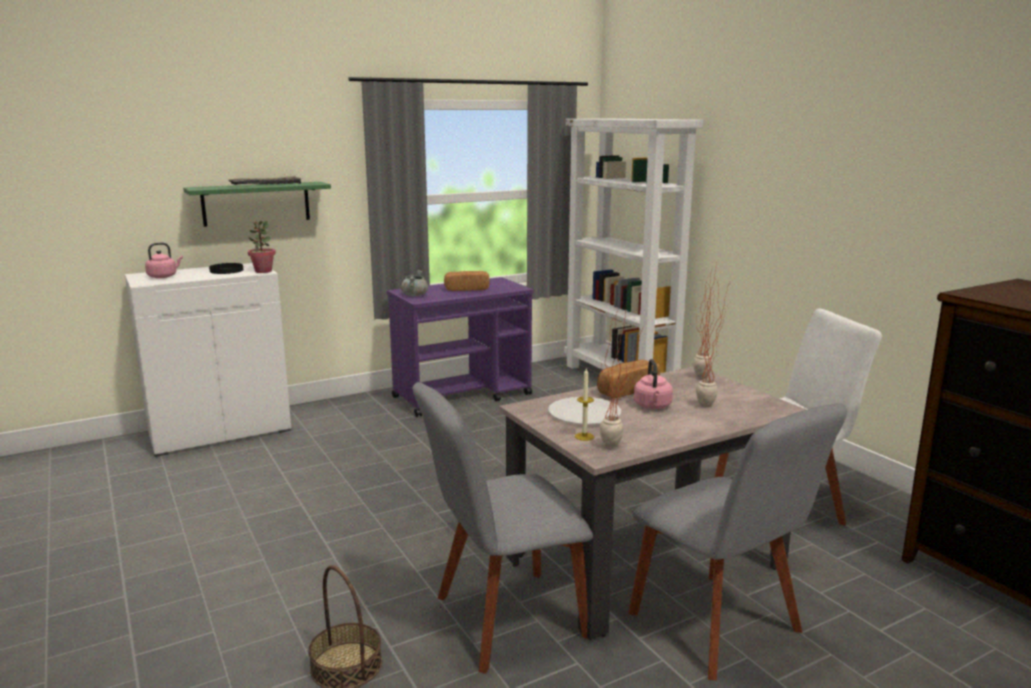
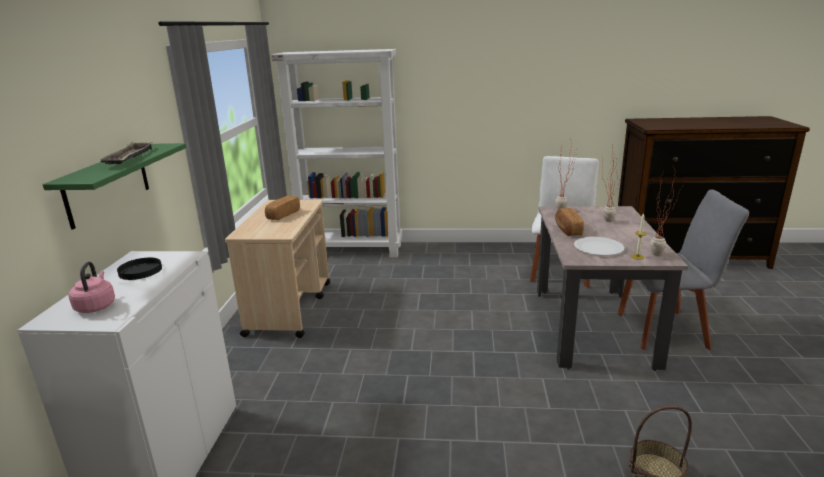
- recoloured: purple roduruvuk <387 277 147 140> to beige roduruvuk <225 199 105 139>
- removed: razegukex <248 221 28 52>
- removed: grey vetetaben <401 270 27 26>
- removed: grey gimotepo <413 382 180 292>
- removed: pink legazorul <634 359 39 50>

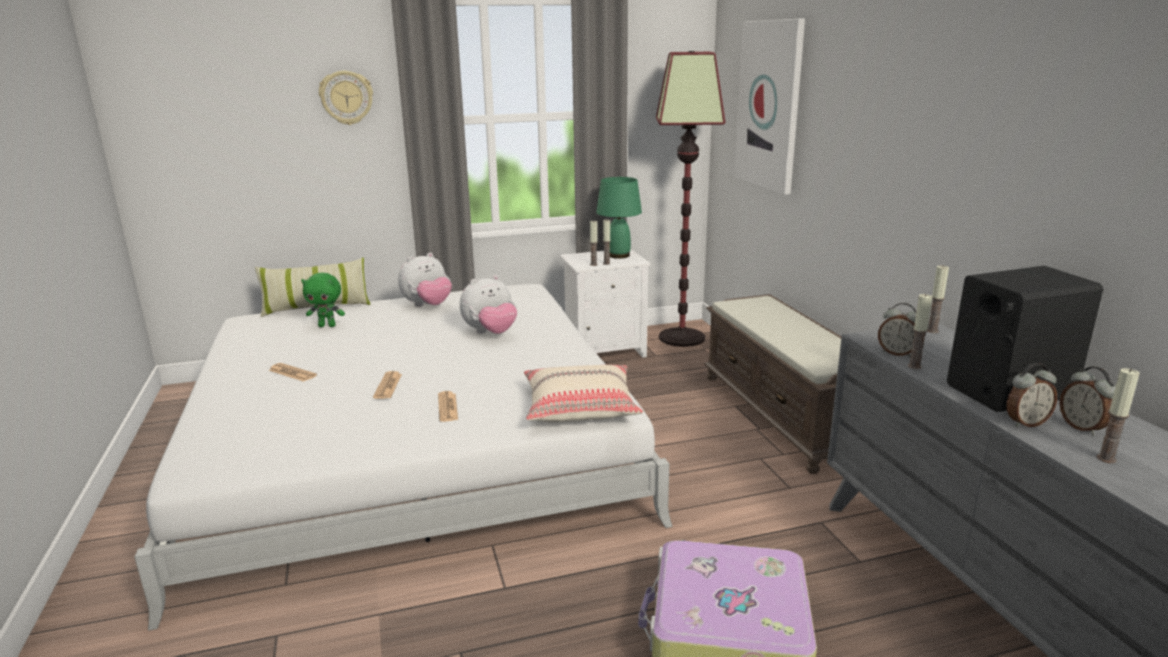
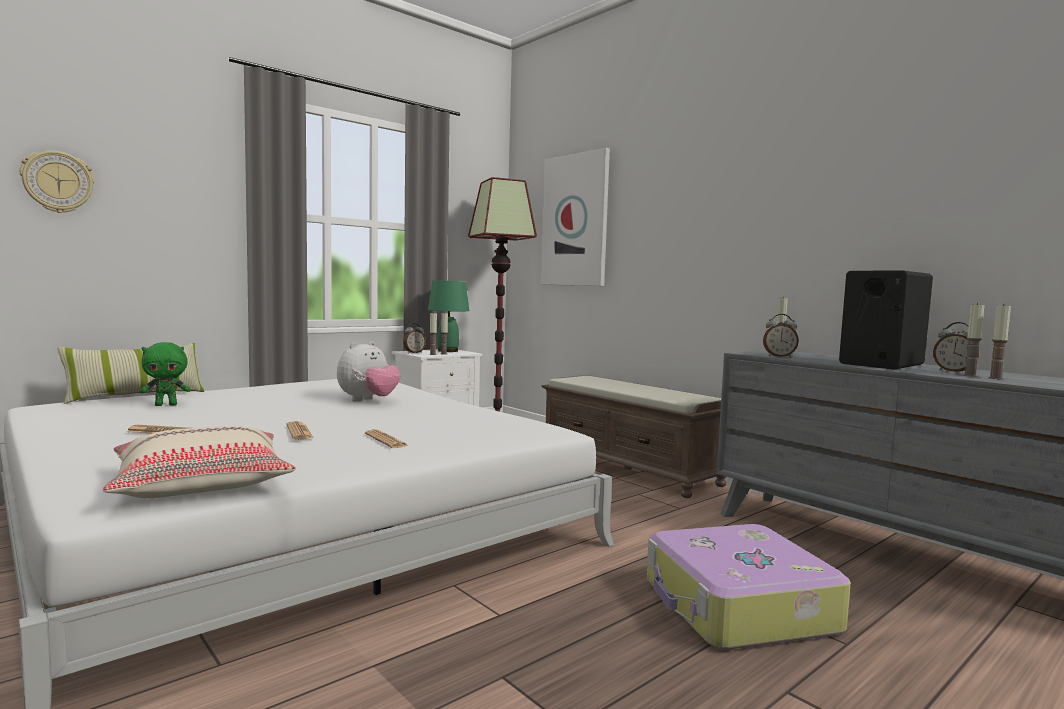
- moved: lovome <319 71 54 54> to <20 151 74 62>
- moved: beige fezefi <524 365 119 57> to <103 425 193 73>
- moved: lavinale <1006 363 51 64> to <403 323 23 30>
- moved: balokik <908 294 24 75> to <963 303 22 74>
- removed: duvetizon <398 253 54 54>

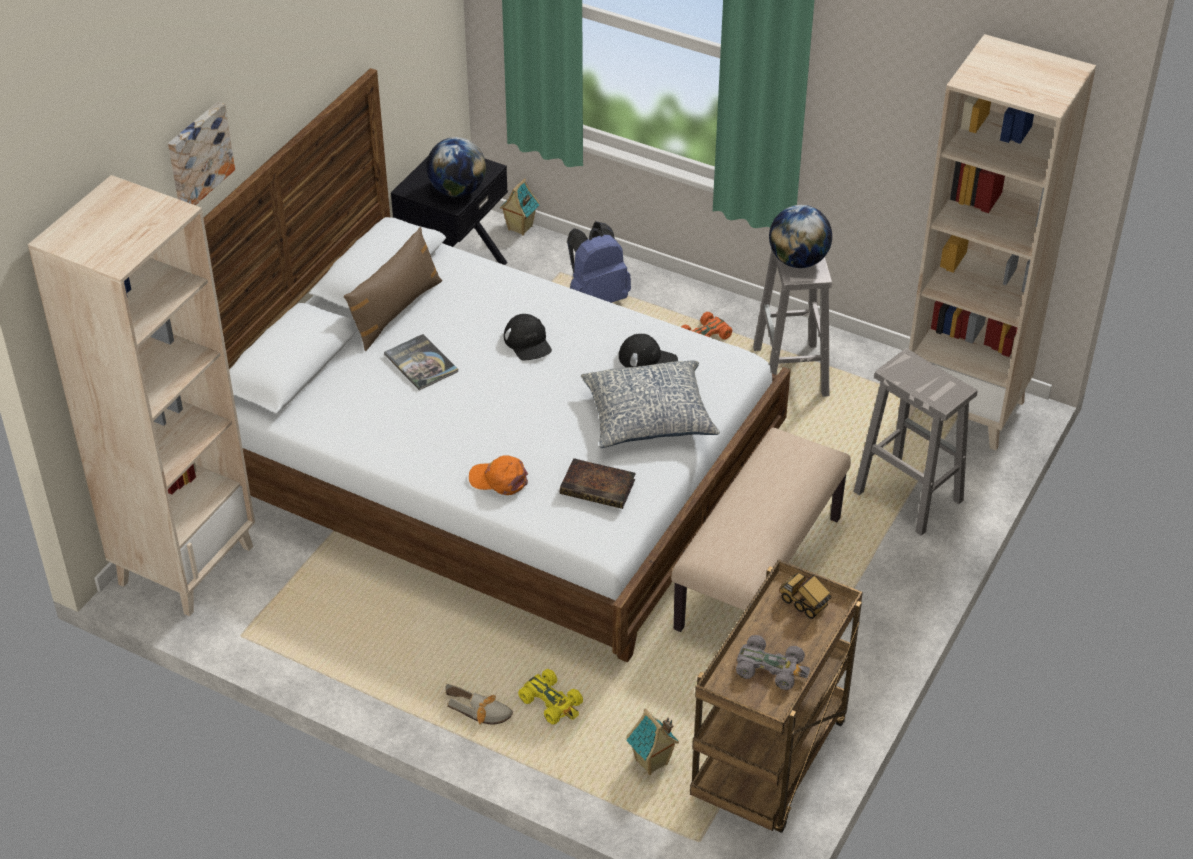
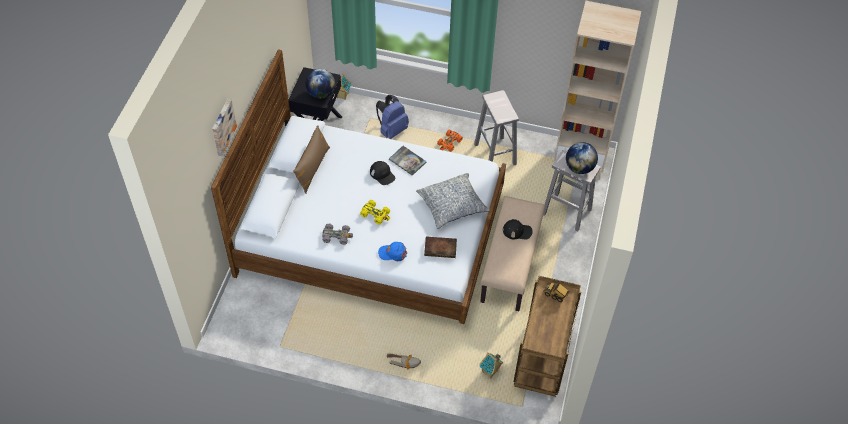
- moved: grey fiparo <736 635 74 55> to <322 224 31 21>
- moved: yellow fiparo <518 669 65 55> to <360 200 30 25>
- recoloured: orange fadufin <469 455 59 40> to blue fadufin <378 242 29 19>
- moved: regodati <384 334 75 56> to <389 146 38 29>
- moved: black fadufin <619 334 59 33> to <503 219 30 21>
- moved: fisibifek <769 205 63 63> to <566 142 32 32>
- removed: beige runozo <28 175 227 441>

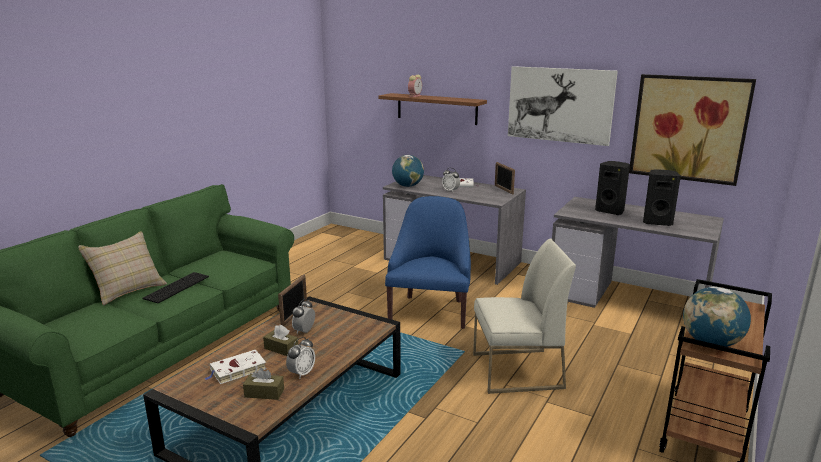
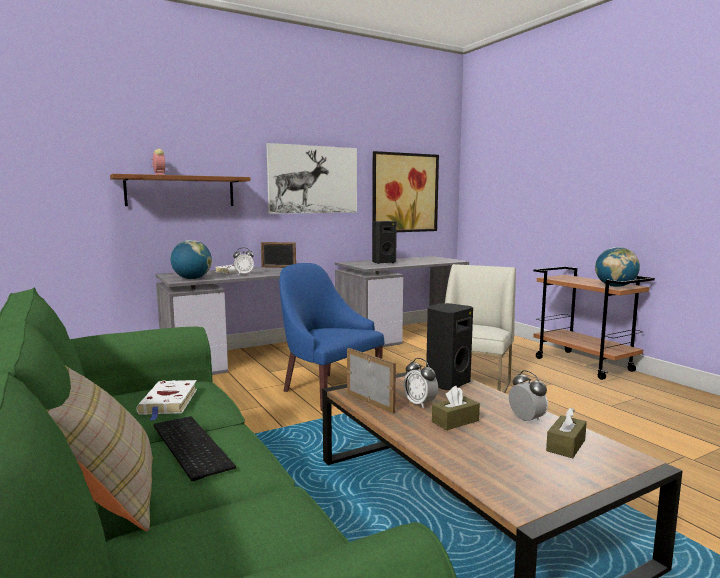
- moved: white regodati <204 350 63 34> to <136 380 61 40>
- moved: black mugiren <643 169 38 57> to <426 303 47 87>

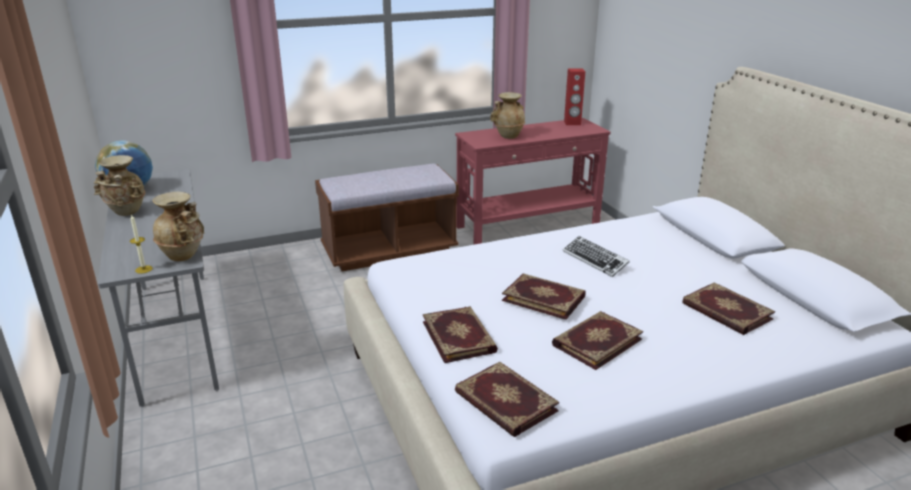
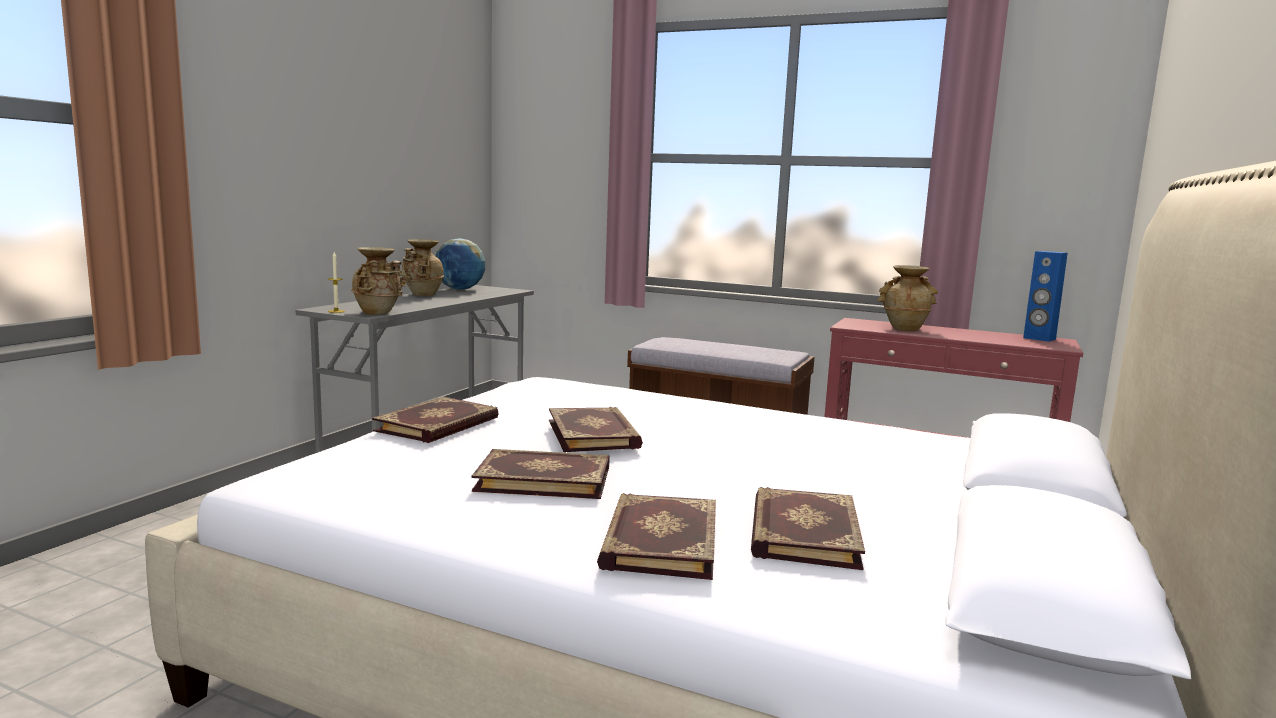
- moved: regodati <455 362 104 75> to <597 493 119 87>
- recoloured: red mugiren <564 68 21 57> to blue mugiren <1023 251 45 91>
- removed: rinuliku <563 236 66 41>

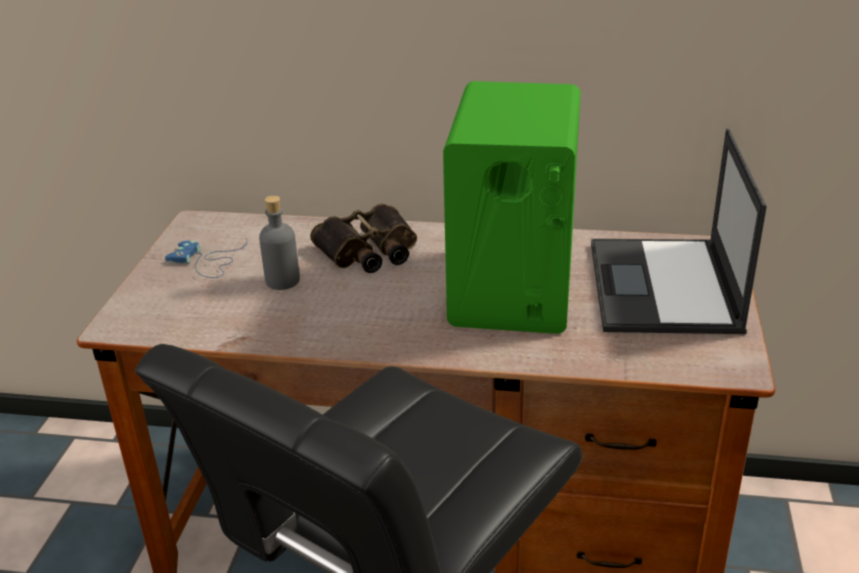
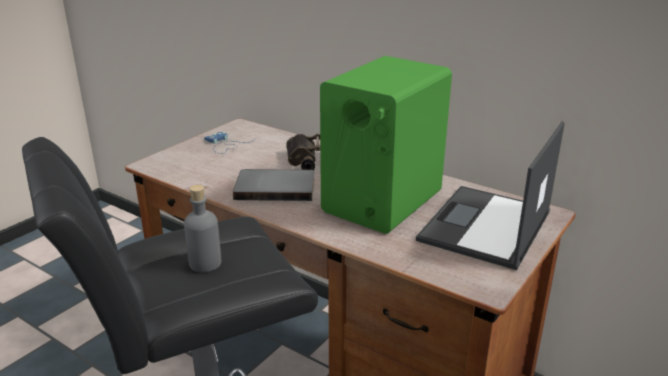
- moved: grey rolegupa <259 196 41 94> to <184 185 37 87>
- added: grey regodati <233 169 82 32>

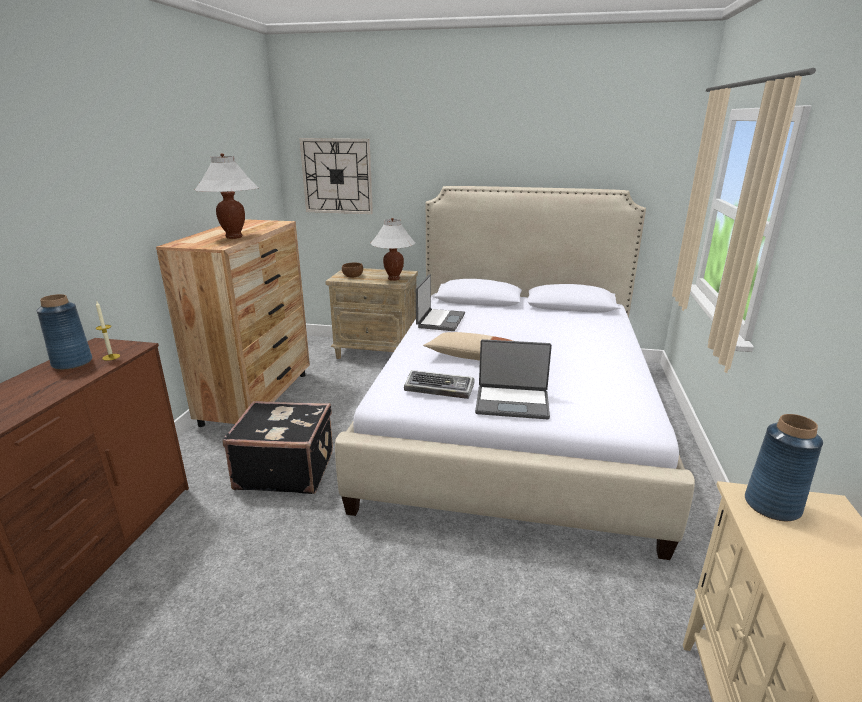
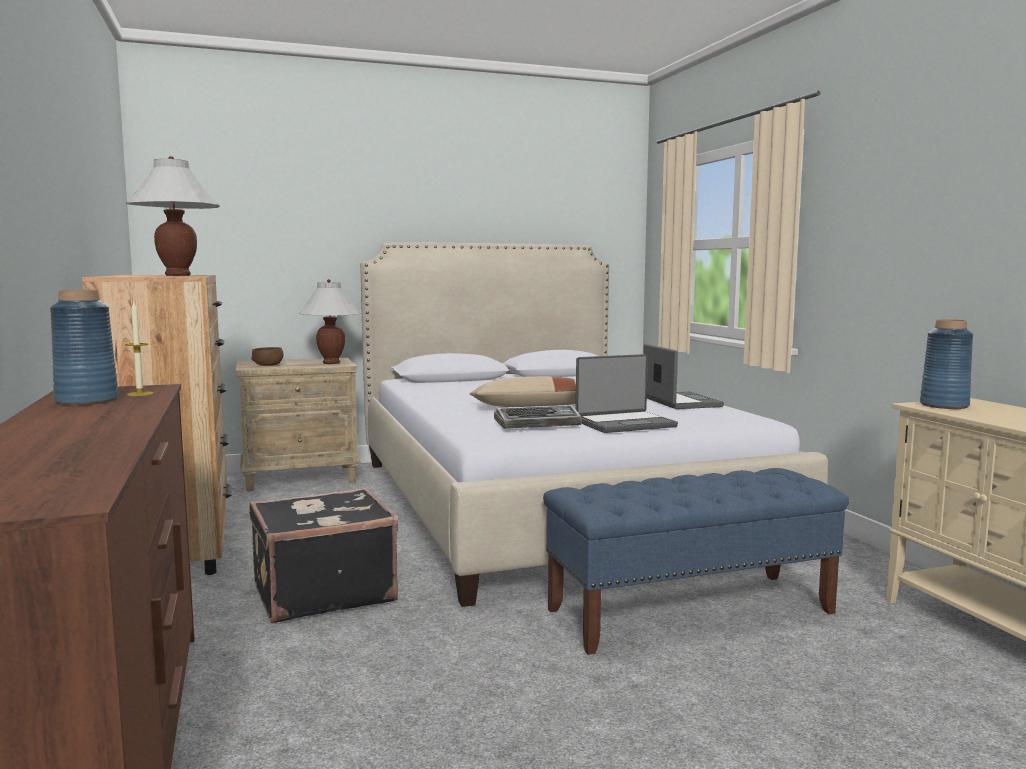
- added: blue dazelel <543 468 306 187>
- moved: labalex <416 275 49 56> to <643 344 81 65>
- removed: lovome <299 138 74 76>

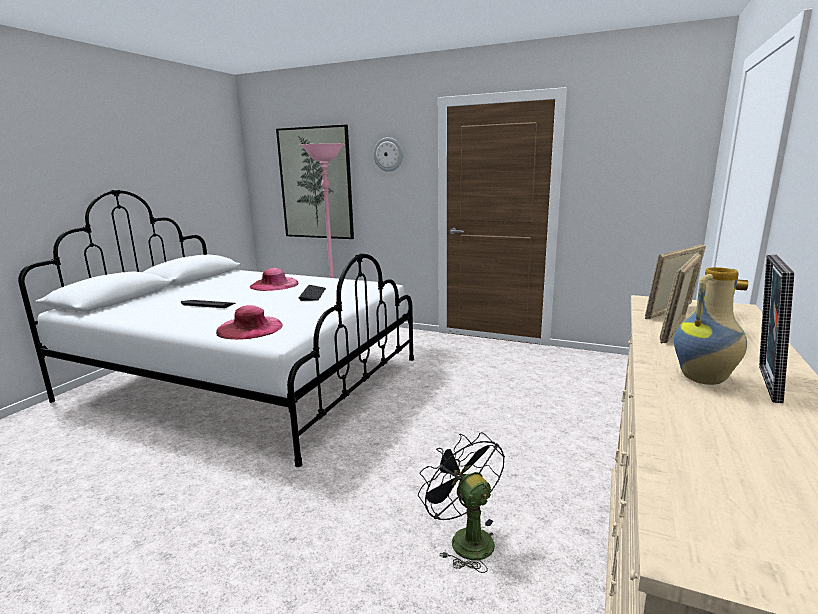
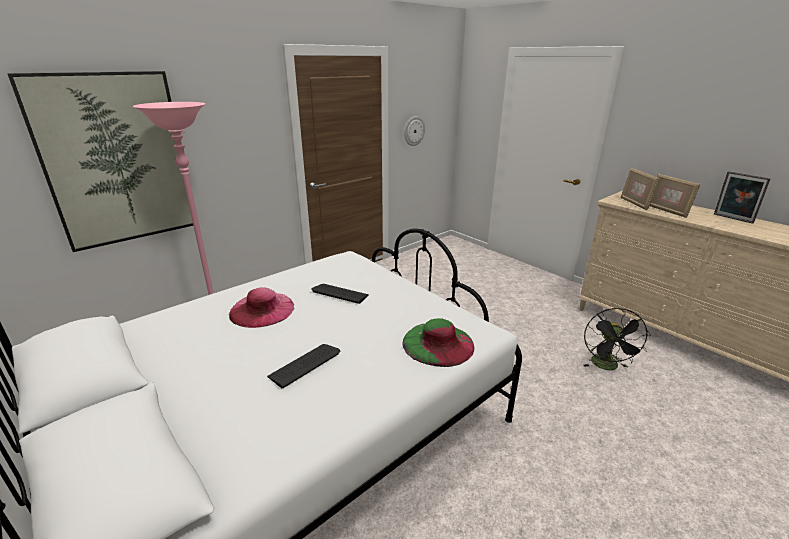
- recoloured: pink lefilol <216 305 67 35> to green lefilol <402 318 73 49>
- moved: lovome <373 137 30 35> to <404 116 21 30>
- turned: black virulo <418 432 87 141> = <584 308 67 62> 75 degrees counterclockwise
- removed: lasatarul <674 267 73 118>

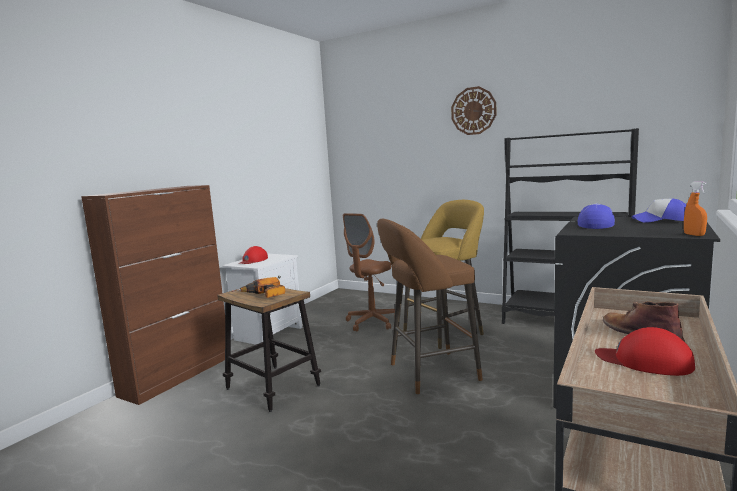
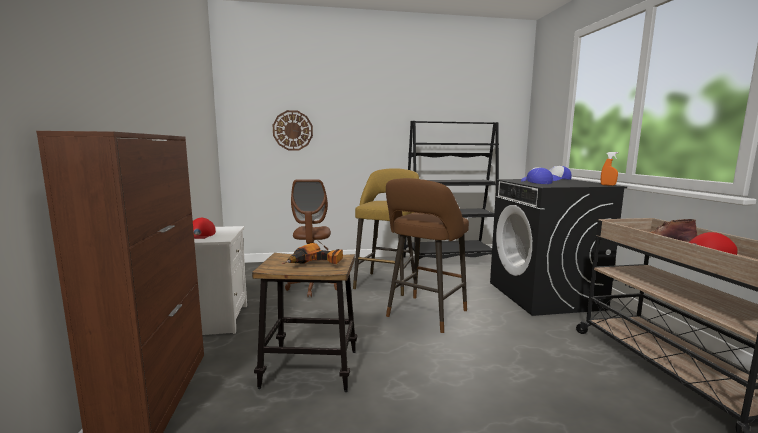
- moved: lovome <451 86 45 49> to <273 110 40 41>

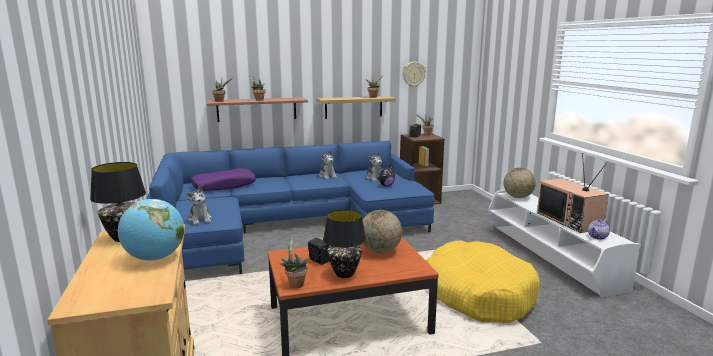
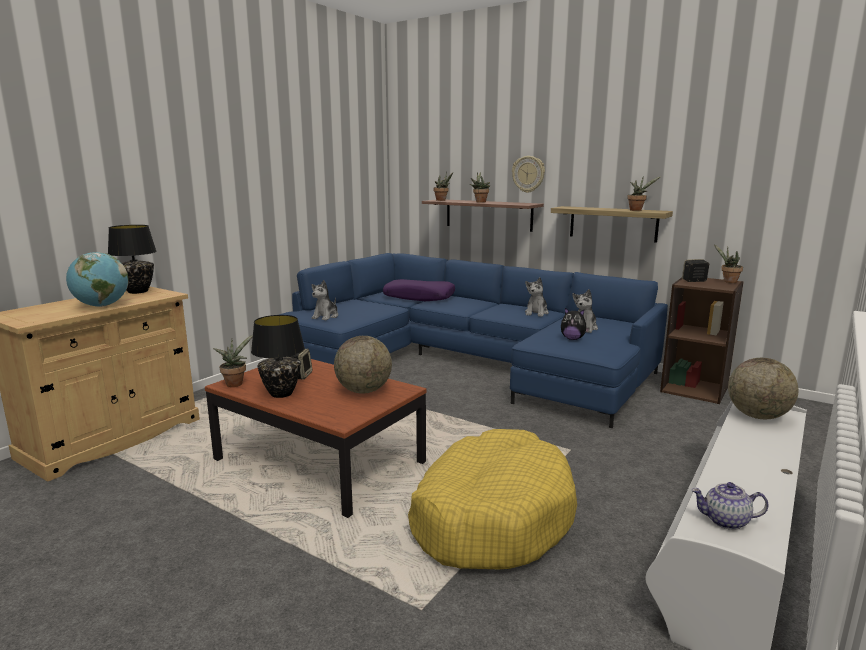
- moved: lovome <402 62 24 25> to <512 156 33 37>
- removed: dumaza <537 153 72 80>

